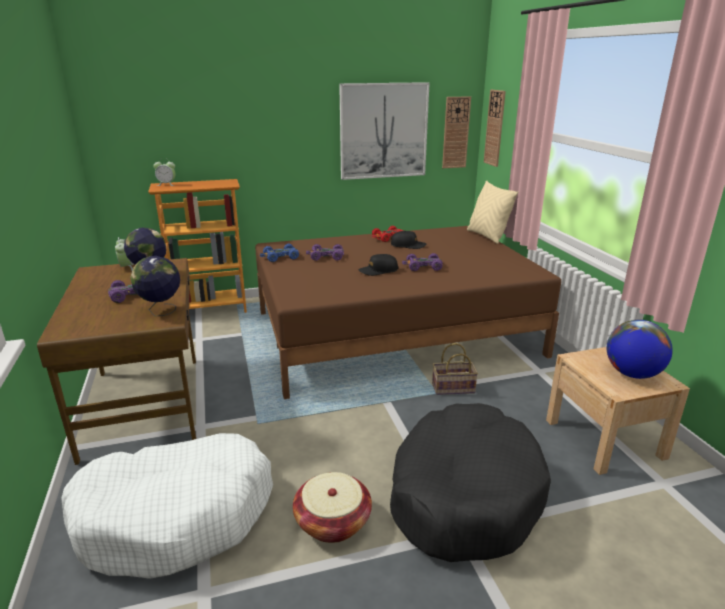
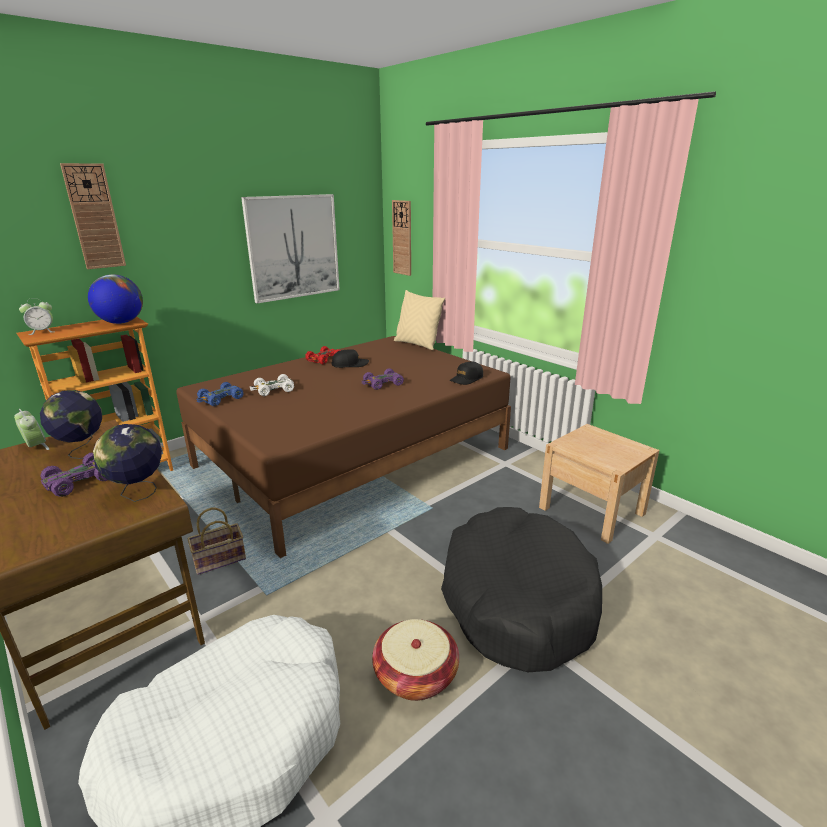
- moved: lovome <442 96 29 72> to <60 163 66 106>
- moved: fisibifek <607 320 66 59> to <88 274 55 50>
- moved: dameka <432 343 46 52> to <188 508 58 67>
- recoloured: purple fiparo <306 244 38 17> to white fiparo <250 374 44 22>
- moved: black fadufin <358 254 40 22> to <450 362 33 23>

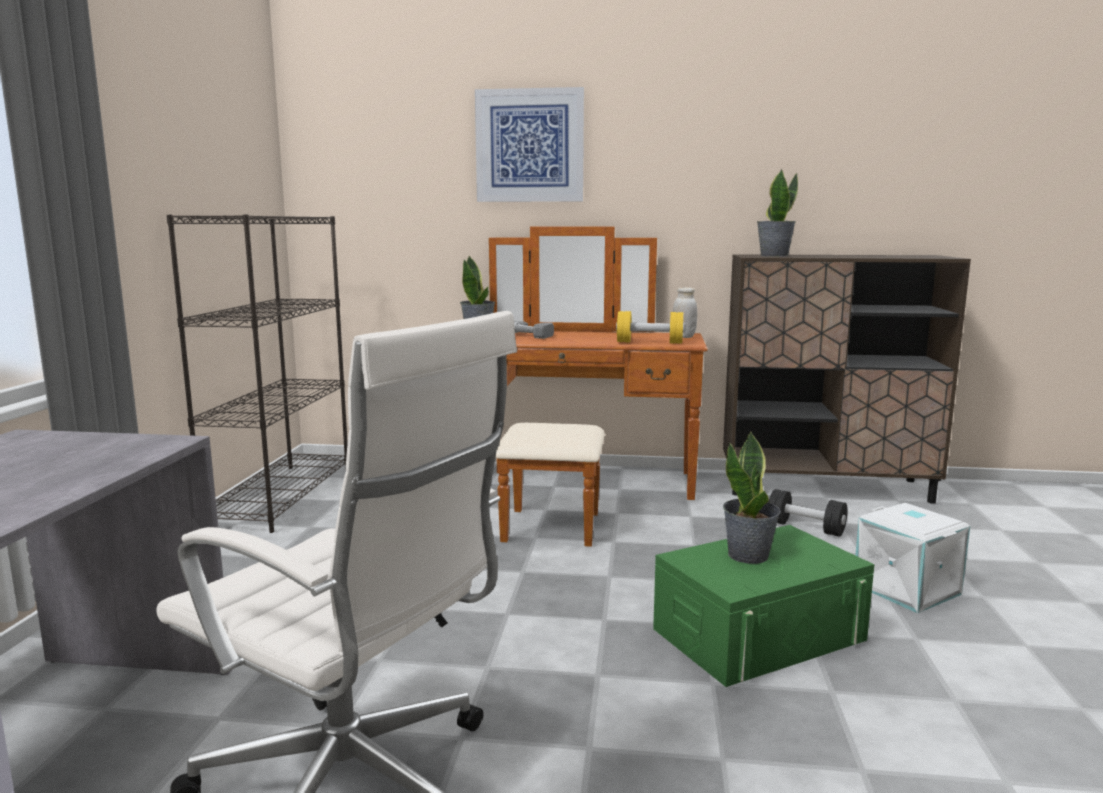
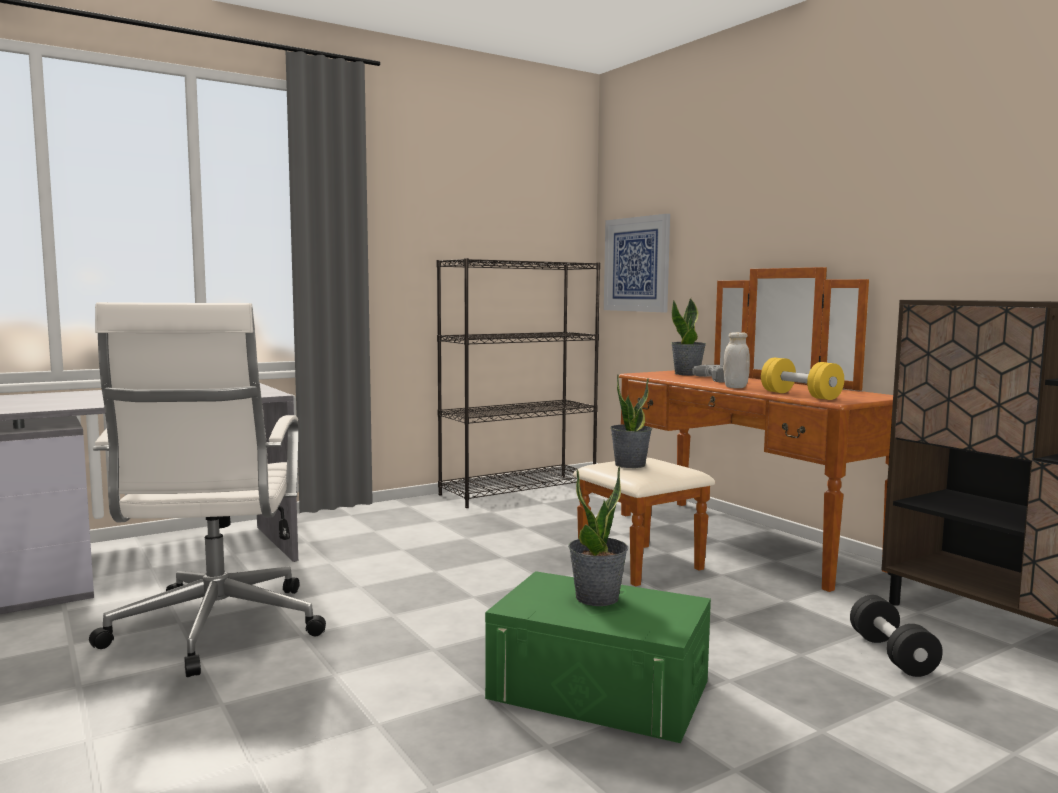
- moved: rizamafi <475 87 109 115> to <604 214 66 98>
- moved: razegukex <757 169 41 88> to <610 375 42 93>
- moved: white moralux <673 287 24 51> to <723 332 27 56>
- removed: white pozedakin <855 503 115 110>

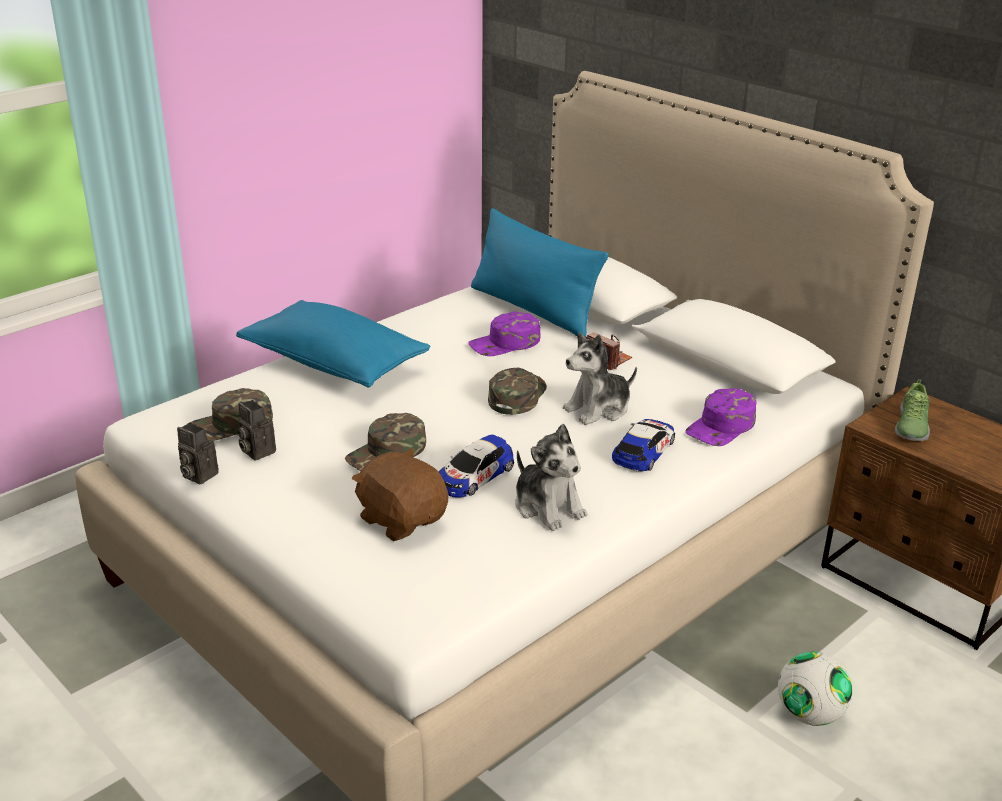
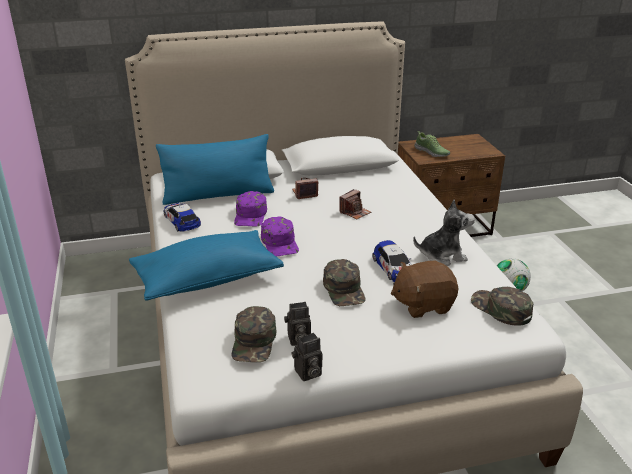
- moved: fiparo <612 419 63 52> to <163 203 38 29>
- moved: purple fadufin <686 388 70 58> to <261 216 38 41>
- replaced: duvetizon <563 332 74 93> to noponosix <339 189 32 30>
- moved: green fadufin <488 368 59 47> to <471 287 63 39>

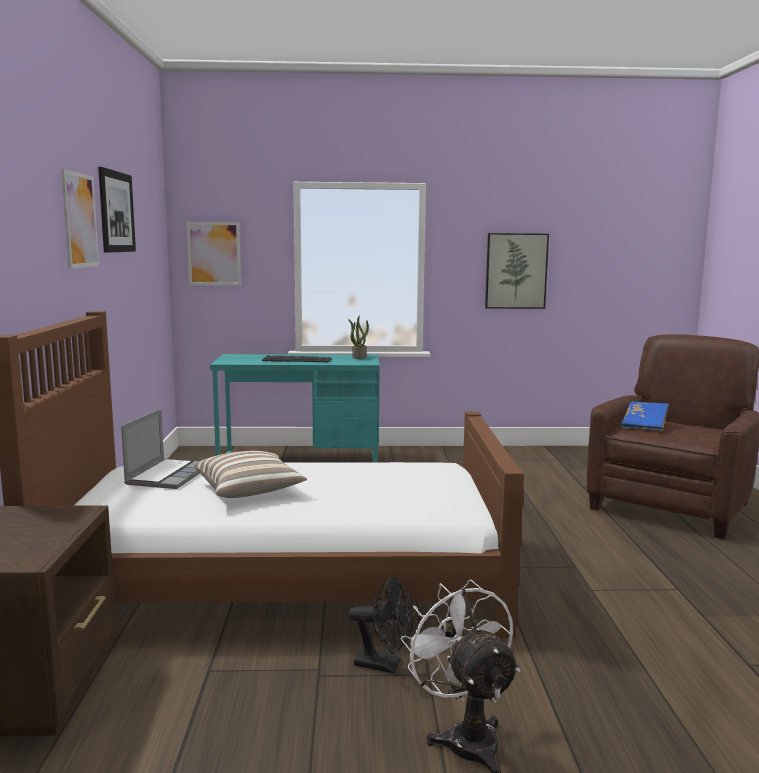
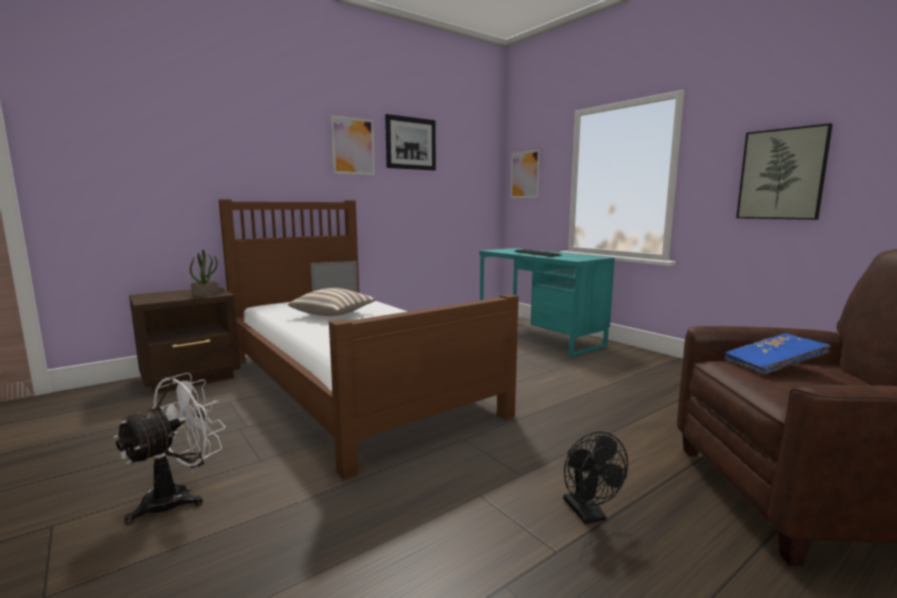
- moved: razegukex <348 316 21 43> to <190 250 29 46>
- moved: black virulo <348 576 66 98> to <563 432 65 92>

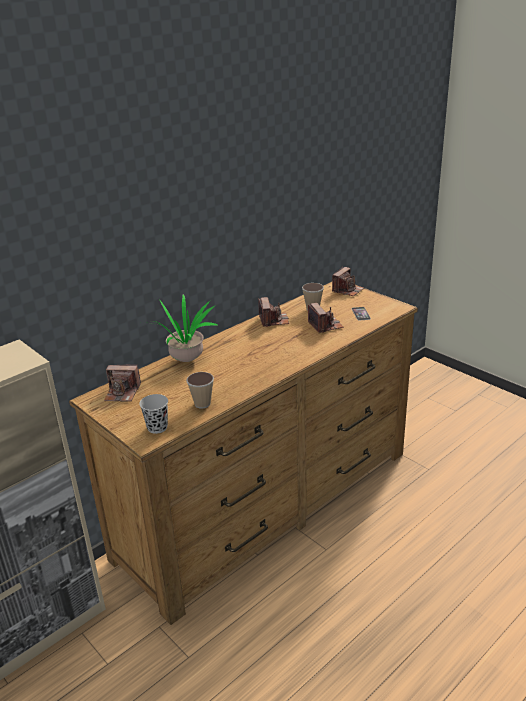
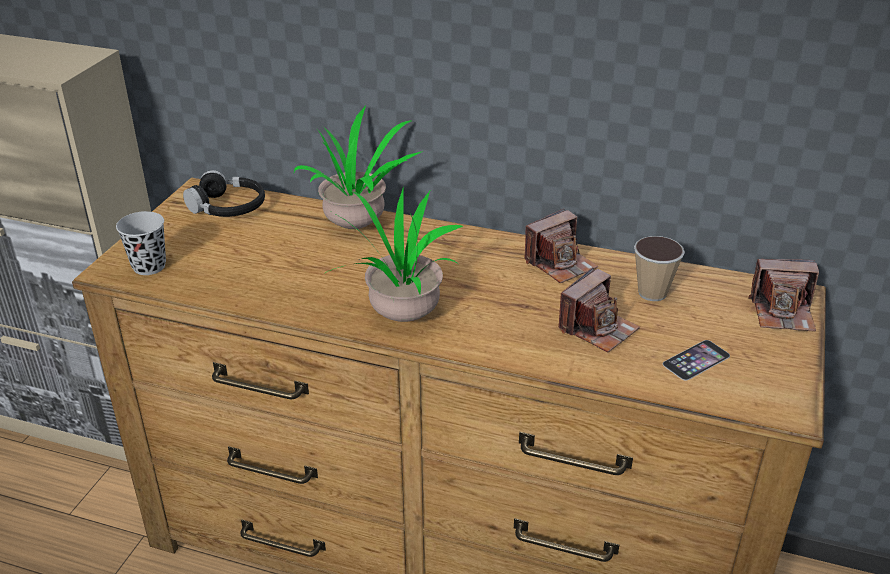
- replaced: noponosix <104 364 37 38> to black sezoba <183 170 82 47>
- added: razegukex <325 186 138 136>
- removed: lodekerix <186 372 28 37>

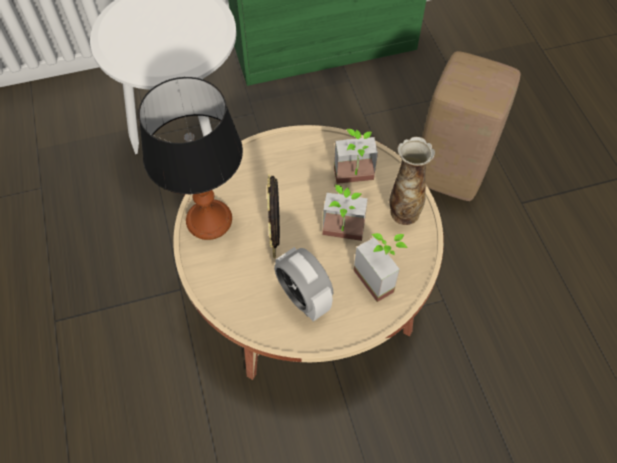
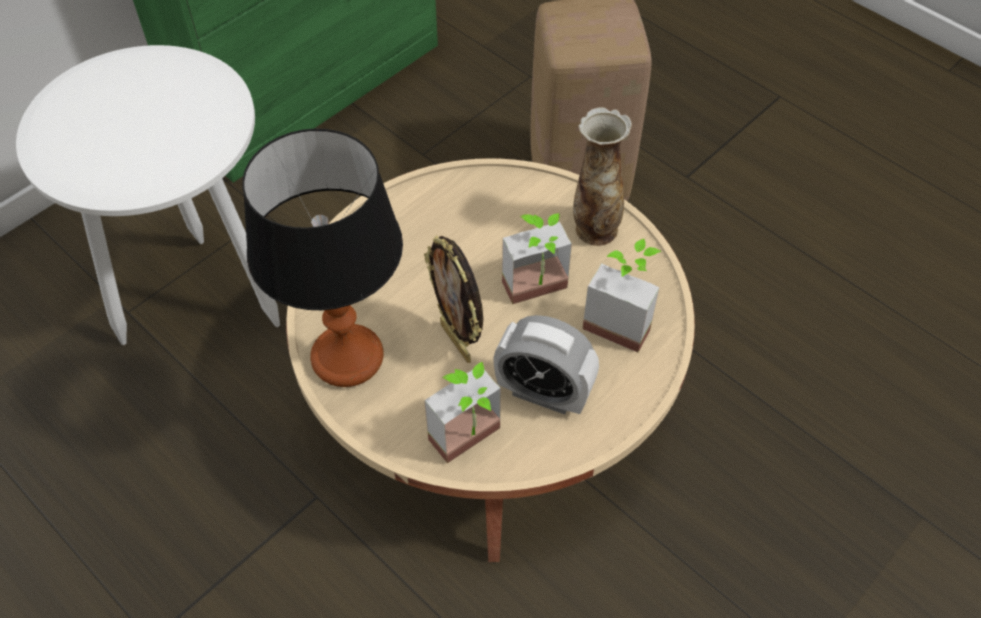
- moved: razegukex <334 129 44 55> to <424 362 77 101>

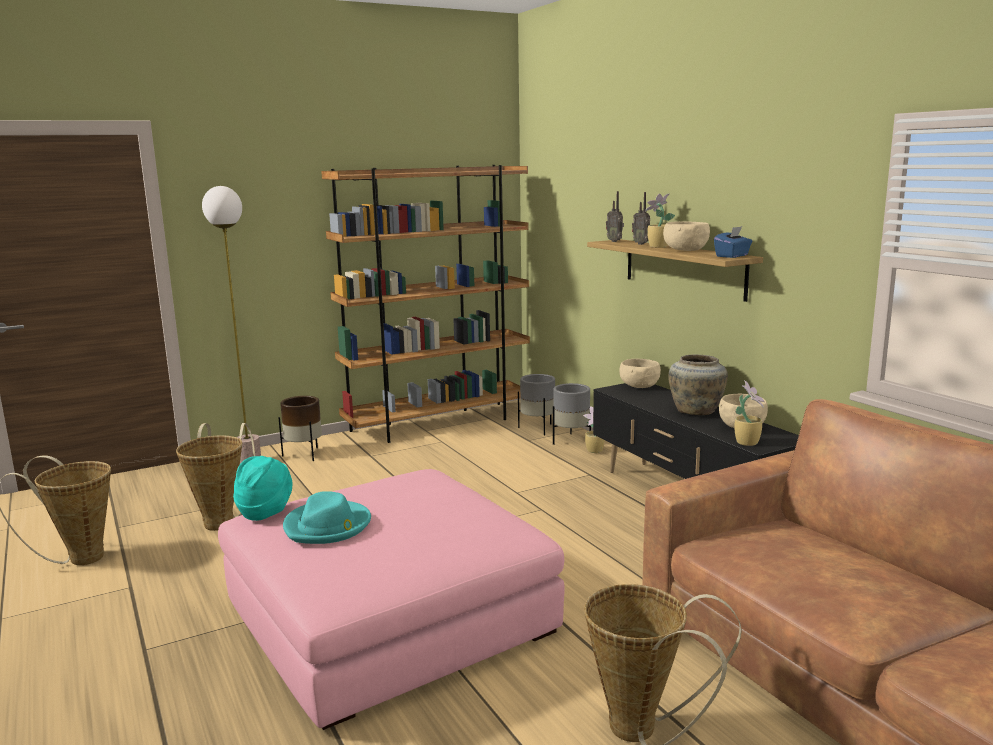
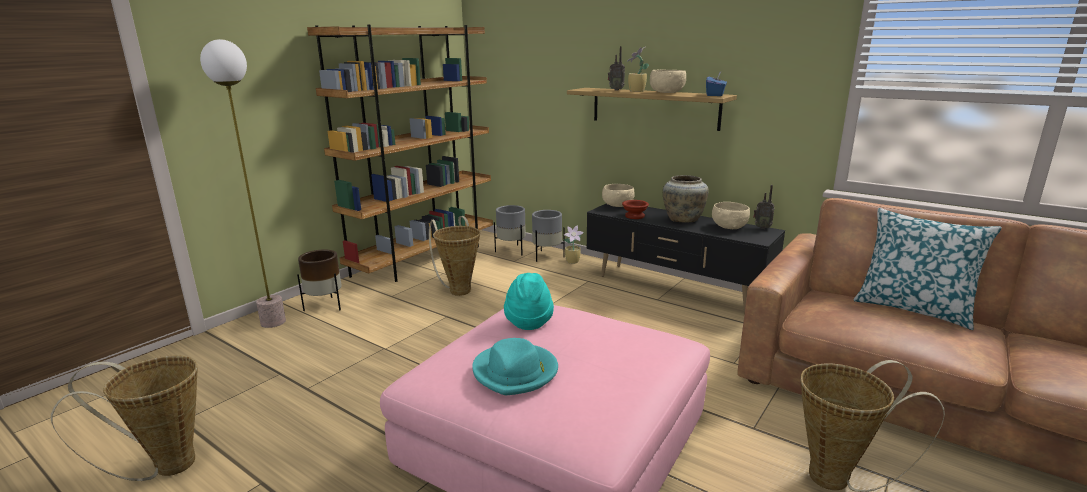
- moved: dameka <176 423 79 108> to <429 216 51 80>
- moved: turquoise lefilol <233 456 59 65> to <504 273 50 57>
- added: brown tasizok <622 200 27 19>
- moved: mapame <606 191 18 51> to <753 185 22 44>
- added: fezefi <854 208 148 122>
- removed: razegukex <734 380 31 66>

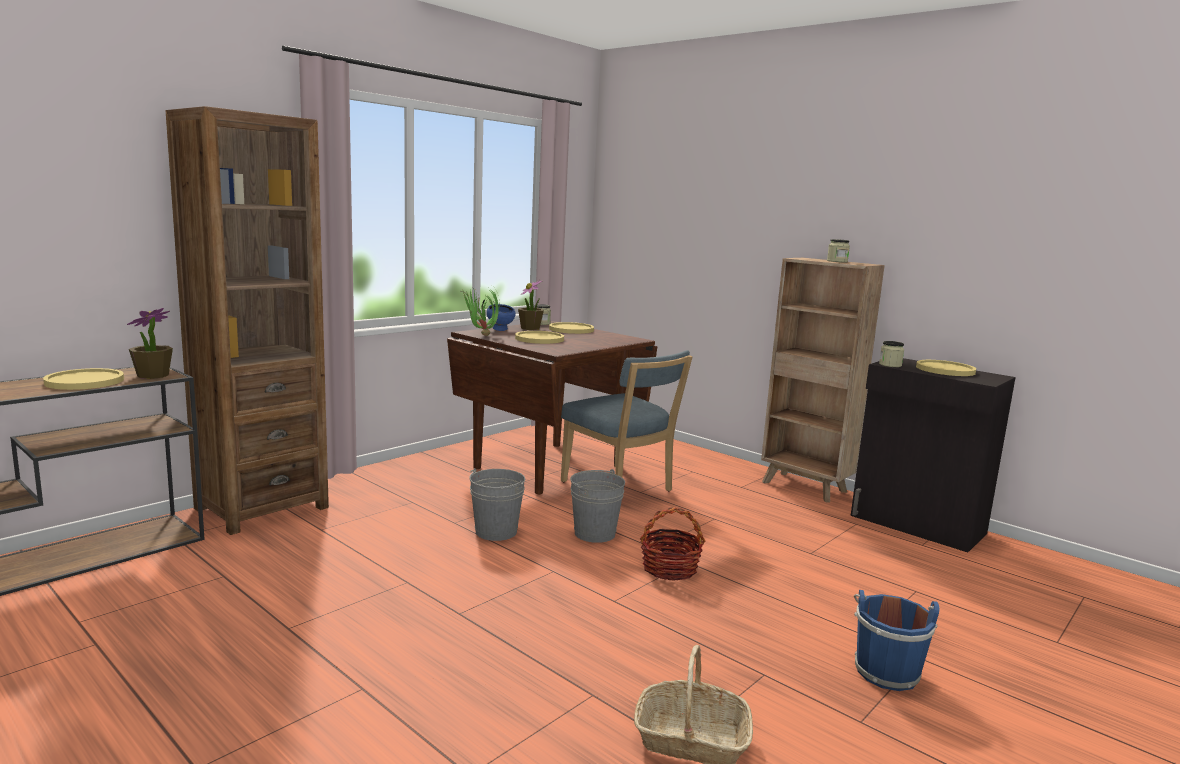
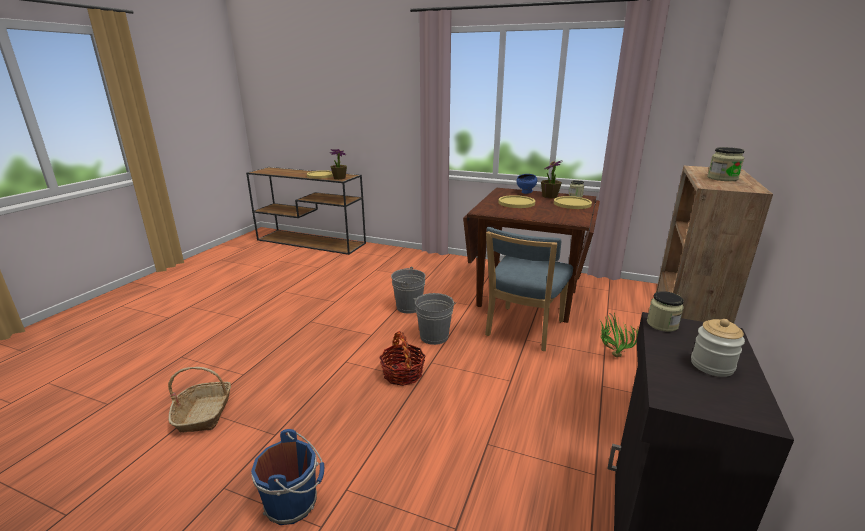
- moved: razegukex <461 287 39 49> to <600 313 38 44>
- replaced: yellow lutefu <916 360 60 16> to moralux <691 319 54 58>
- removed: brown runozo <166 106 163 429>

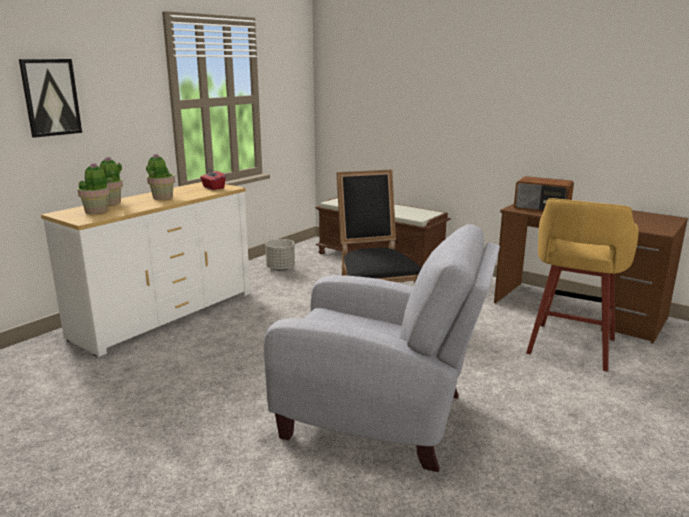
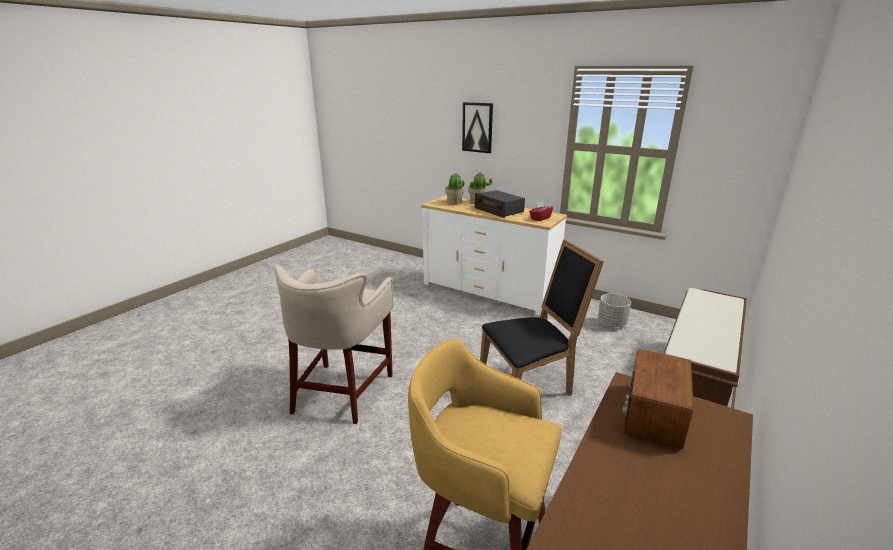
- replaced: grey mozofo <264 224 236 248> to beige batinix <274 265 120 159>
- replaced: razegukex <146 154 29 46> to mapame <475 190 50 28>

